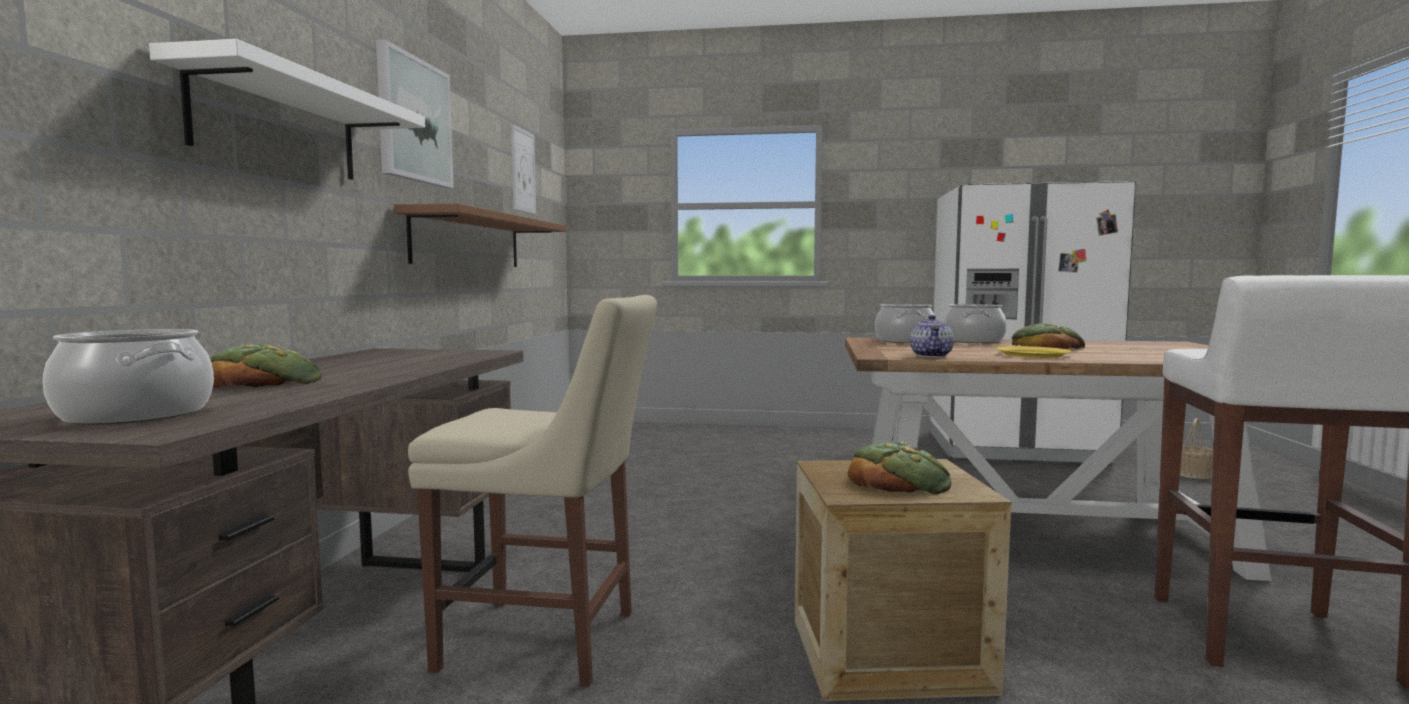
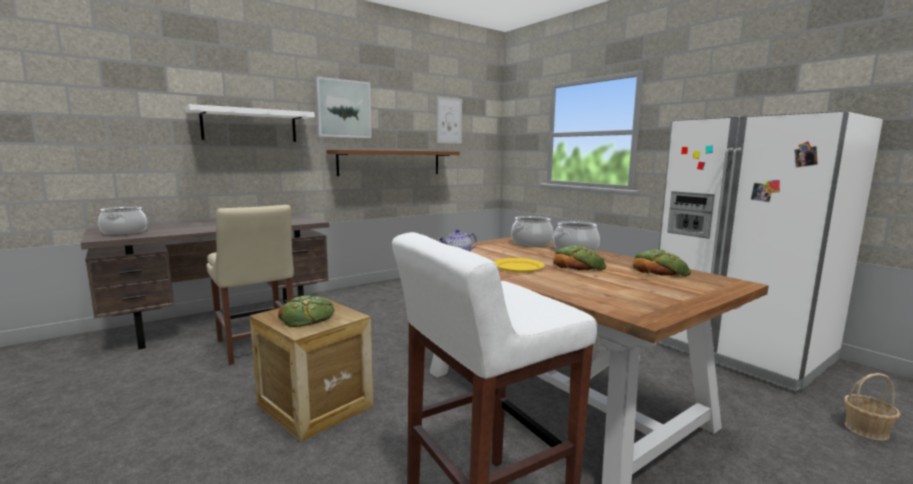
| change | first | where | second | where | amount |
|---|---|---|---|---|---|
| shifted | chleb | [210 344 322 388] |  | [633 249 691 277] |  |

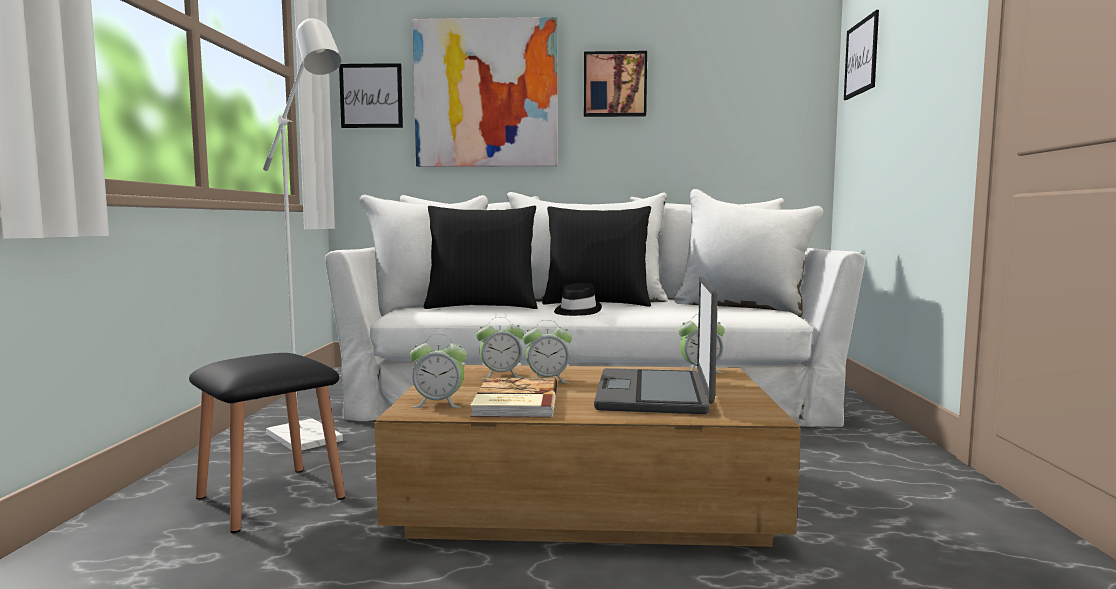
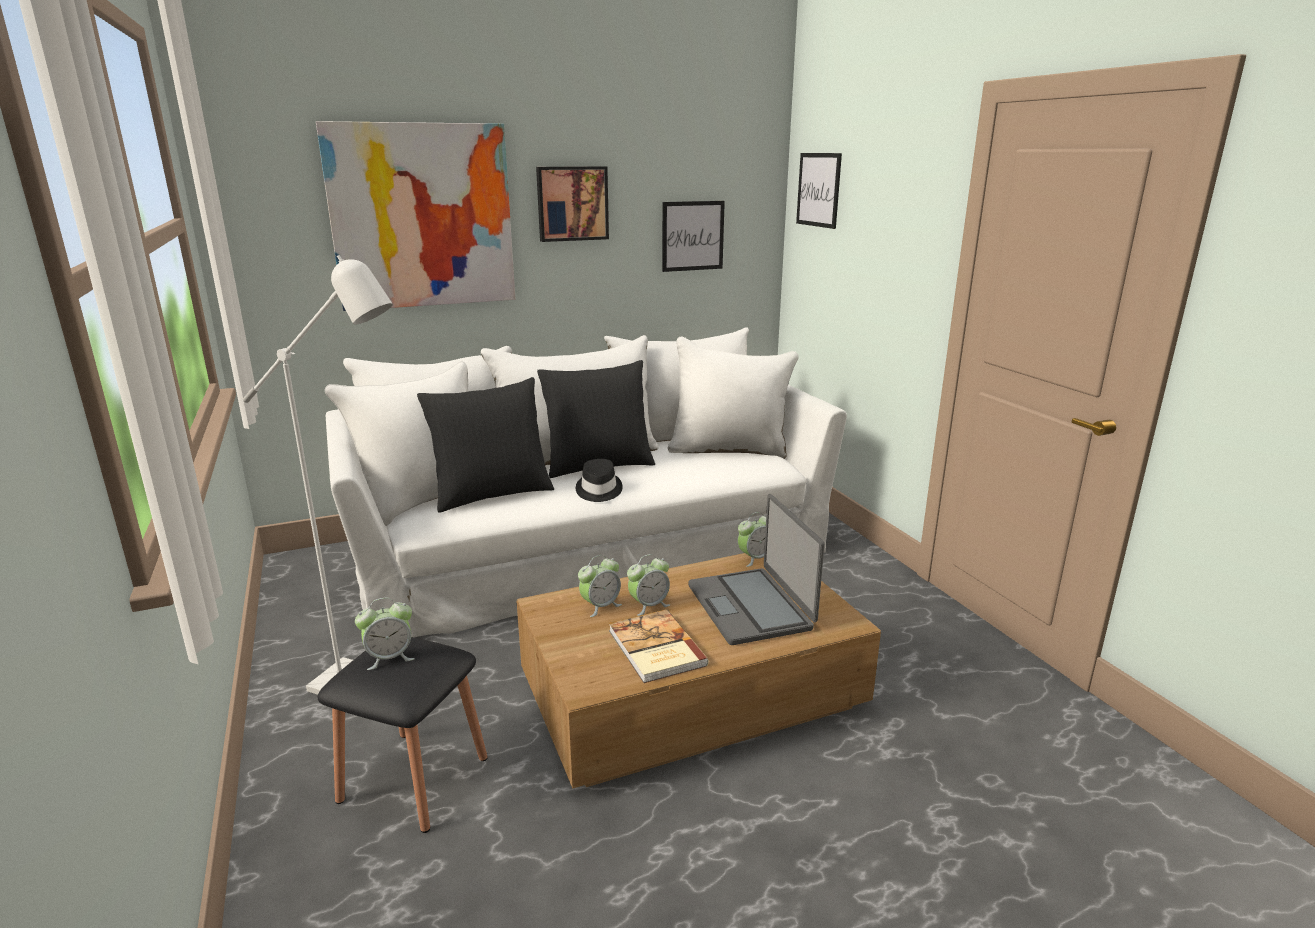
| change | first | where | second | where | amount |
|---|---|---|---|---|---|
| shifted | obraz | [339 63 403 128] |  | [662 201 725 272] |  |
| shifted | budzik | [410 334 467 408] |  | [355 598 415 670] |  |

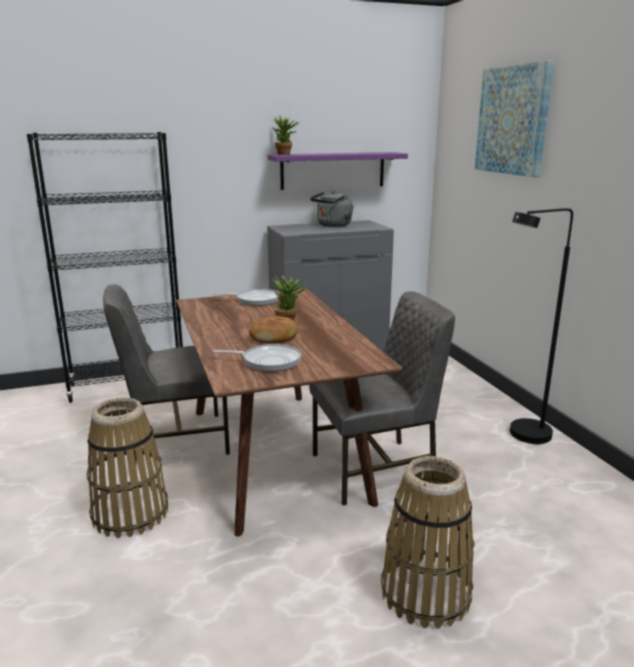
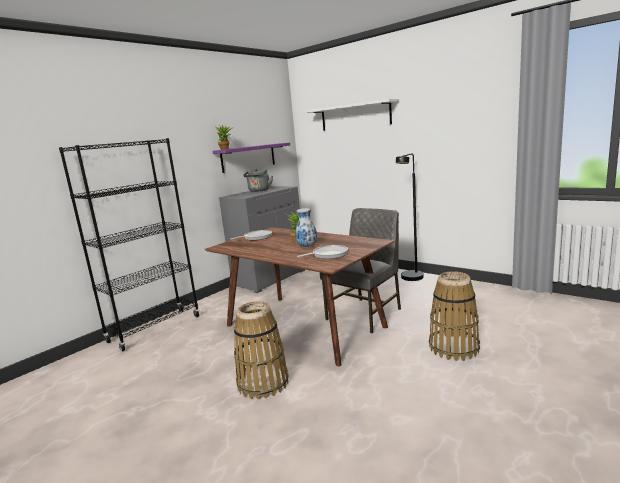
| change | first | where | second | where | amount |
|---|---|---|---|---|---|
| gone | krzesło [szary] | [103 284 230 462] |  |  |  |
| swapped | chleb | [249 316 298 343] | wazon | [295 208 317 248] |  |
| swapped | obraz | [475 60 554 177] | półka [biały] | [305 99 399 131] |  |

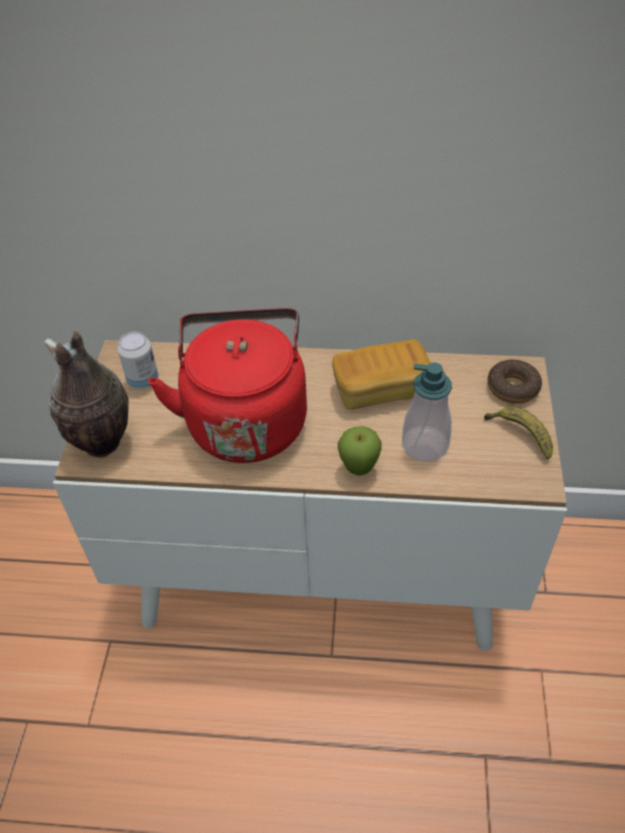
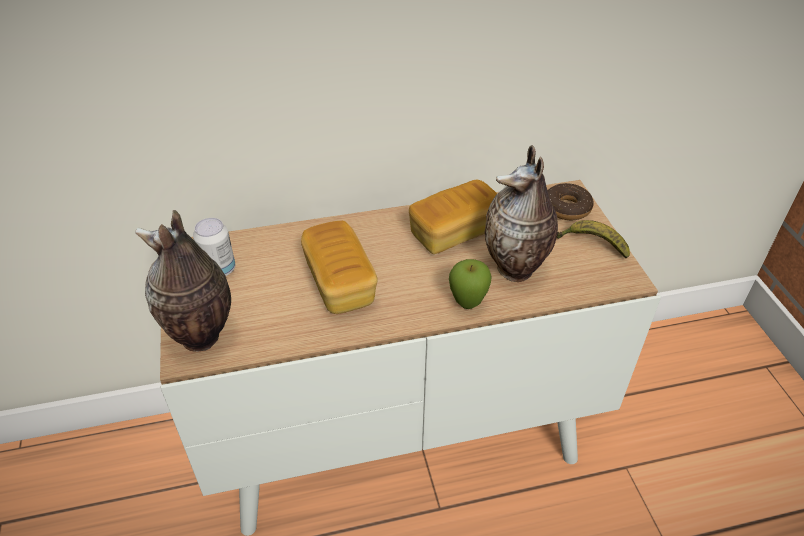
| change | first | where | second | where | amount |
|---|---|---|---|---|---|
| swapped | czajnik [czerwony] | [148 308 307 463] | chleb | [301 221 378 314] |  |
| swapped | dozownik mydła | [402 363 452 462] | wazon | [485 145 558 282] |  |

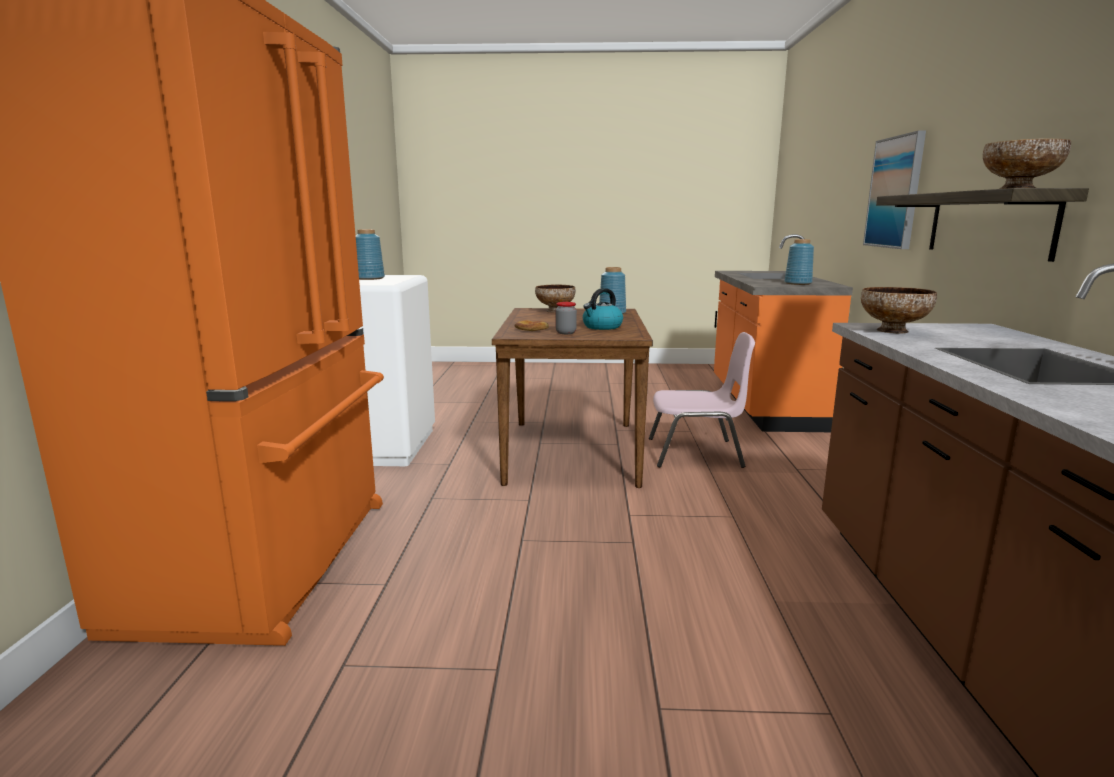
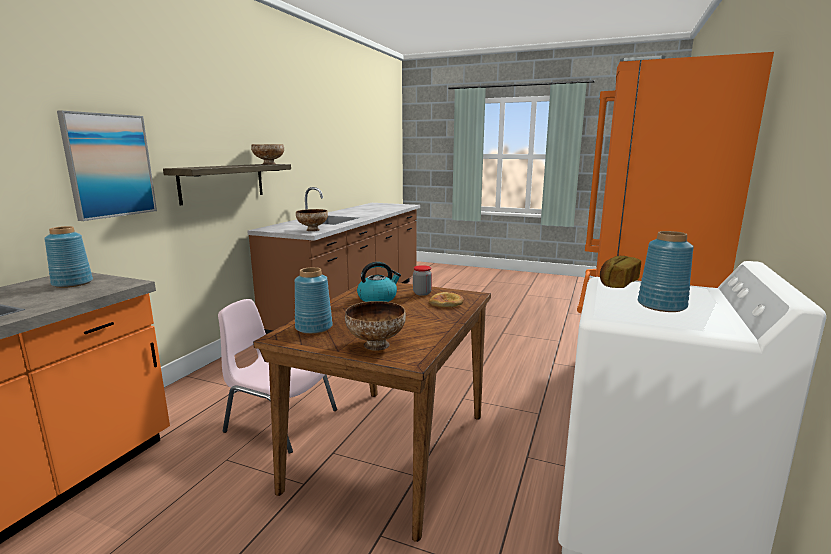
| change | first | where | second | where | amount |
|---|---|---|---|---|---|
| new |  |  | chleb | [600 256 641 288] |  |

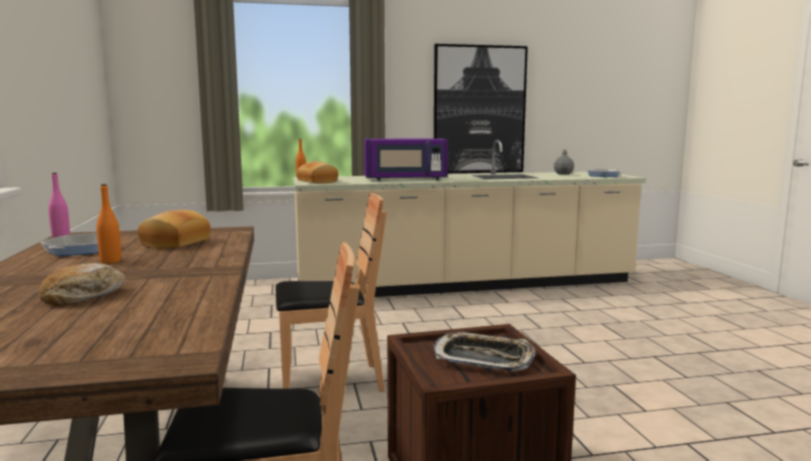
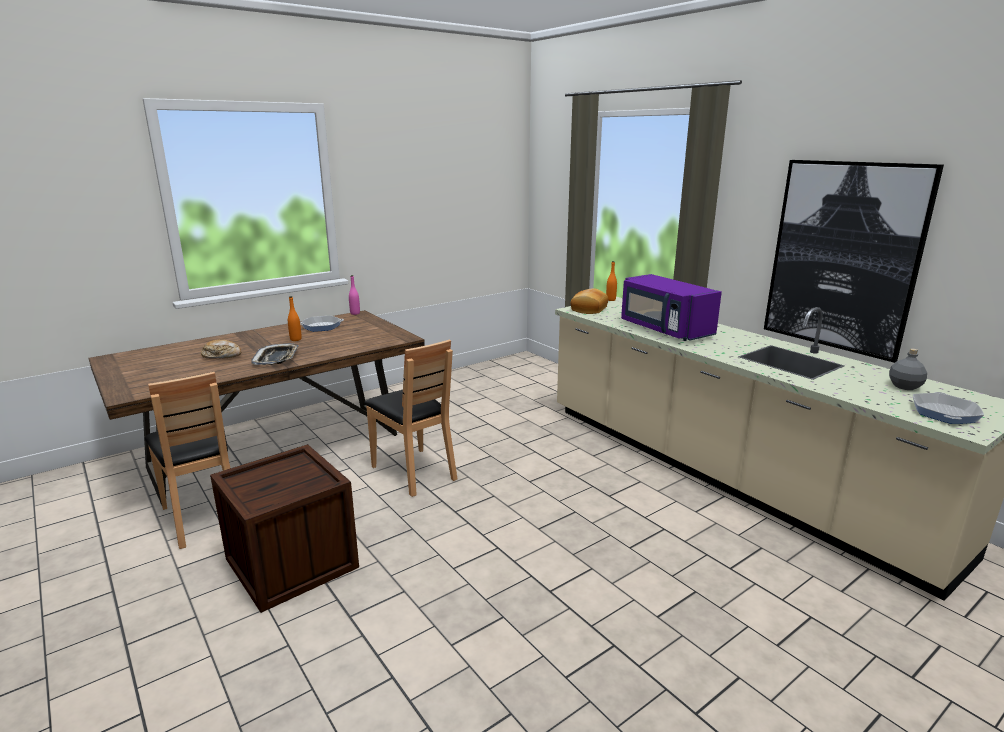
| change | first | where | second | where | amount |
|---|---|---|---|---|---|
| gone | chleb | [138 210 210 249] |  |  |  |
| shifted | taca | [433 332 535 371] |  | [251 343 299 365] |  |

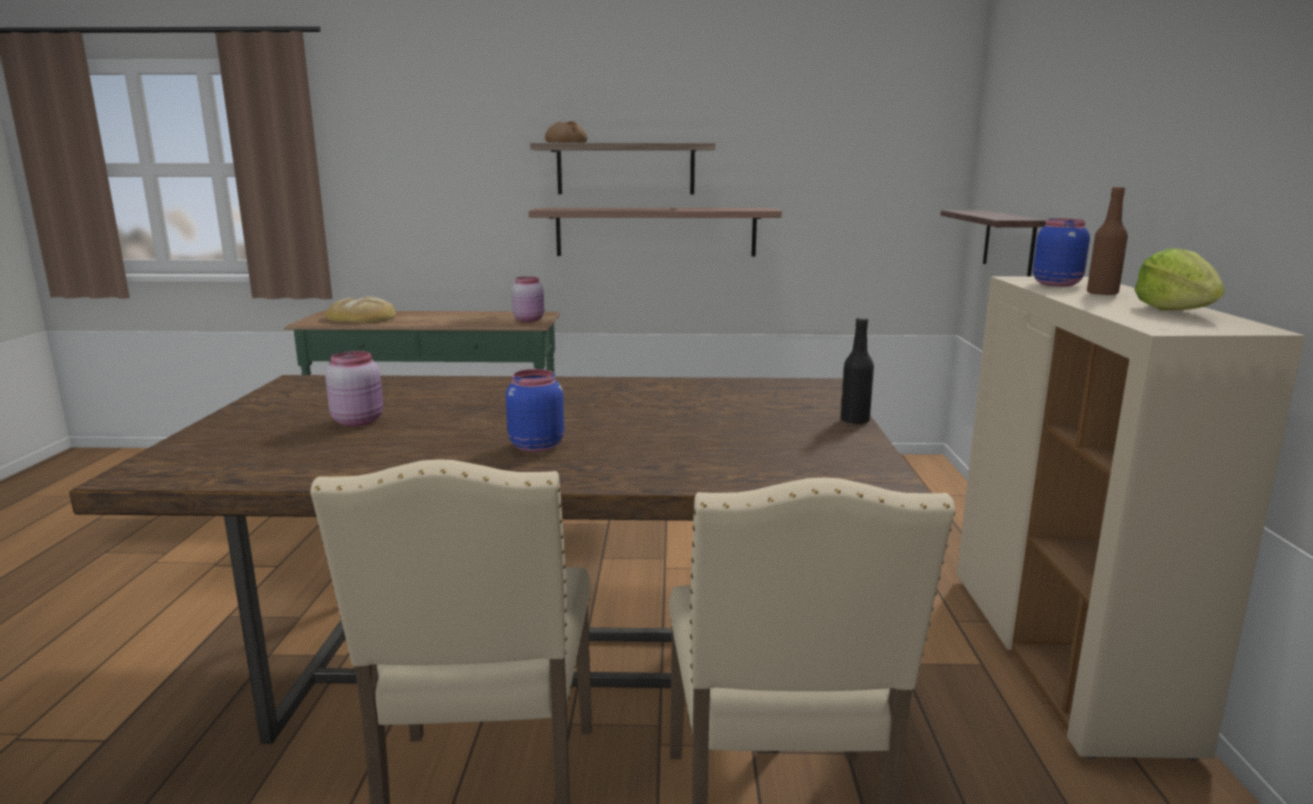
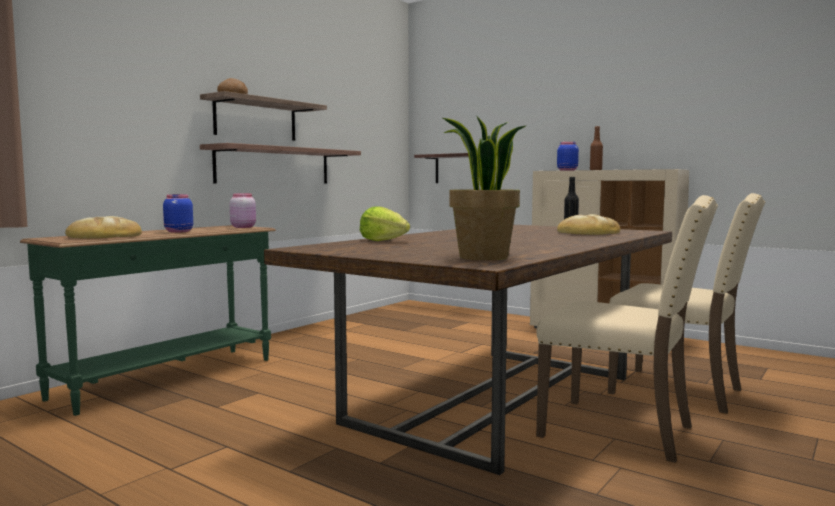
| change | first | where | second | where | amount |
|---|---|---|---|---|---|
| gone | słoik [różowy] | [325 351 383 427] |  |  |  |
| shifted | słoik [niebieski] | [506 369 564 452] |  | [163 194 193 233] |  |
| shifted | sałata | [1134 248 1225 310] |  | [360 207 410 241] |  |
| new |  |  | roślina doniczkowa | [443 115 526 260] |  |
| new |  |  | chleb | [557 214 620 235] |  |

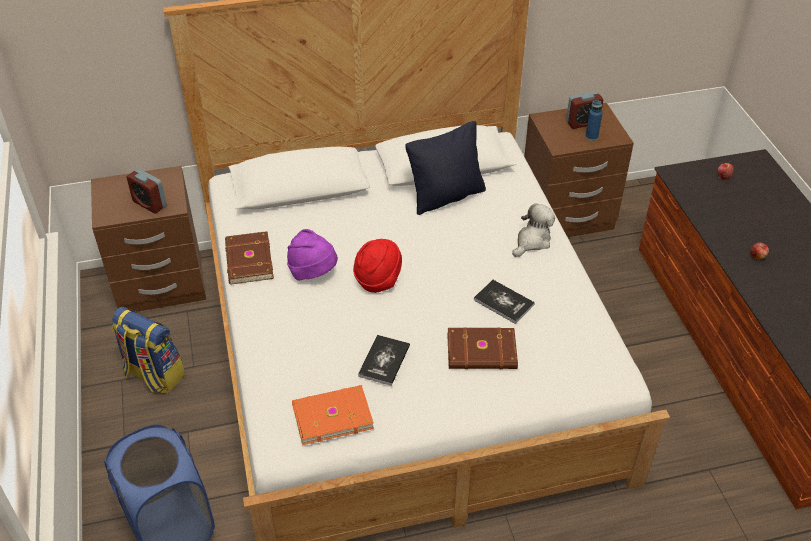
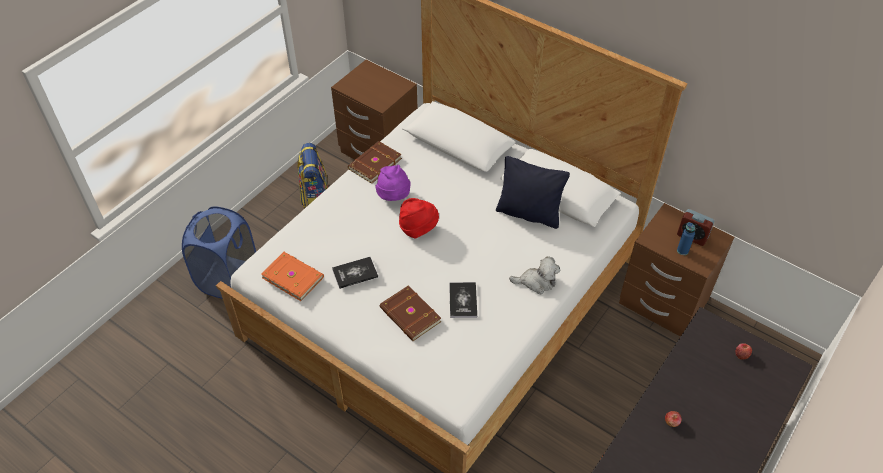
| change | first | where | second | where | amount |
|---|---|---|---|---|---|
| gone | budzik | [126 169 167 214] |  |  |  |

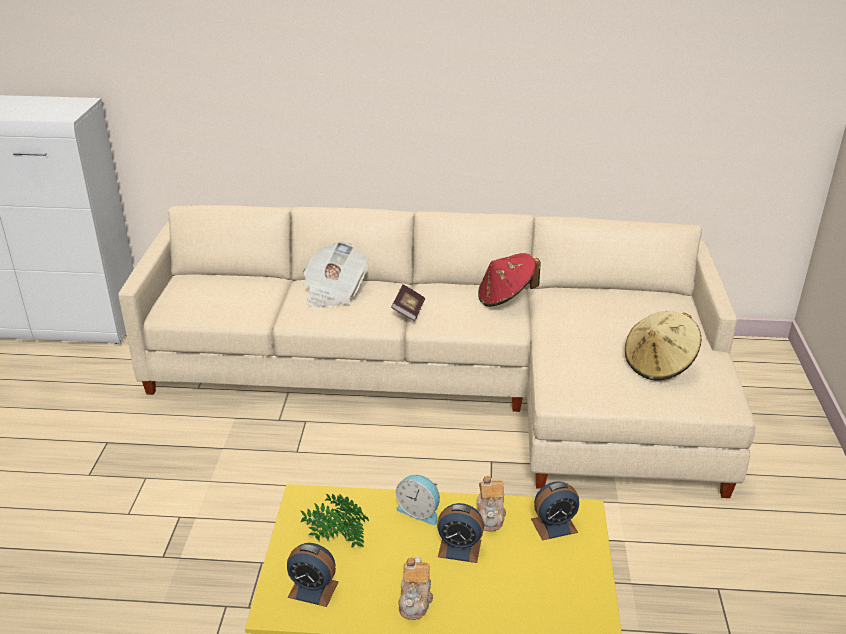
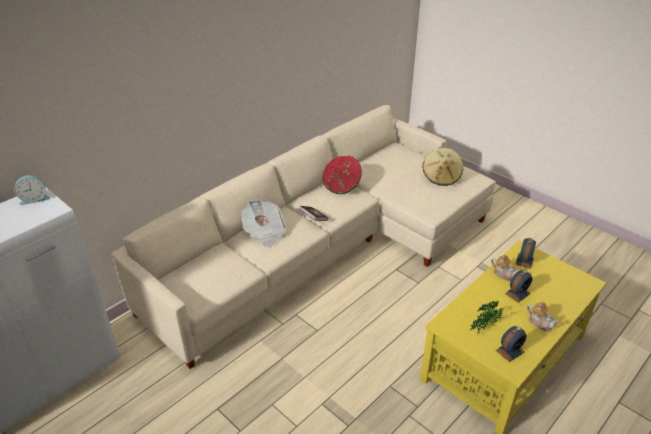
| change | first | where | second | where | amount |
|---|---|---|---|---|---|
| shifted | budzik | [396 475 440 525] |  | [14 175 50 205] |  |

